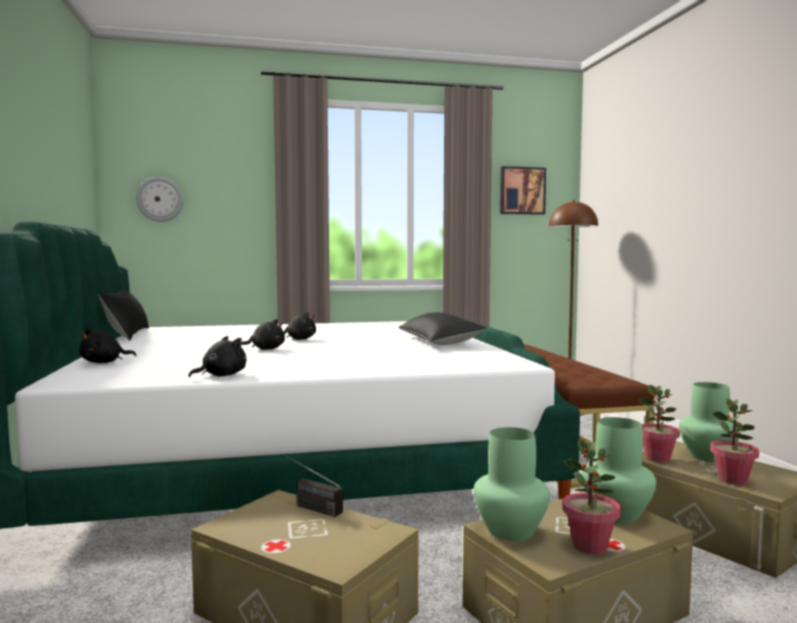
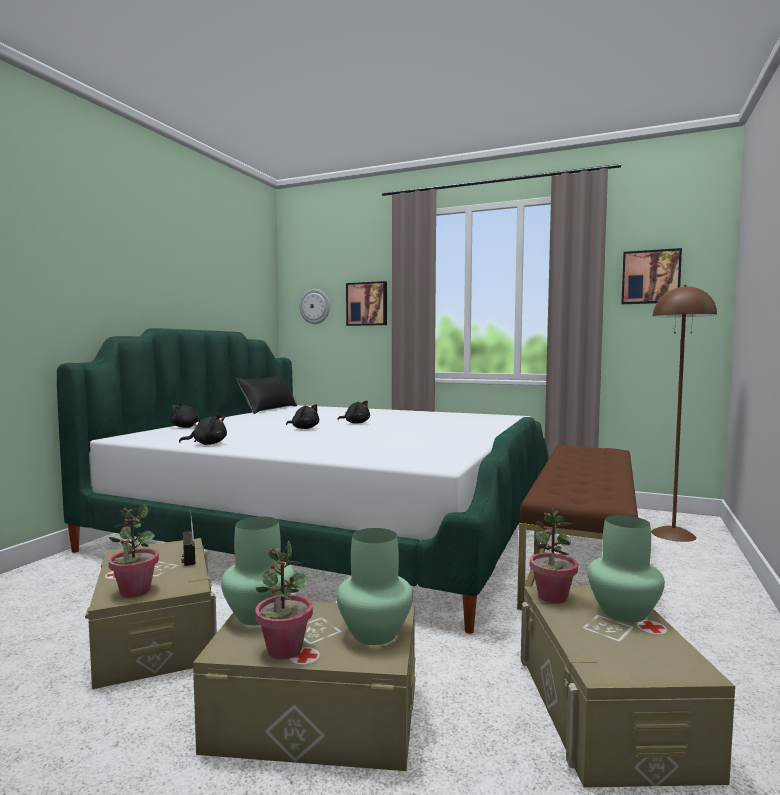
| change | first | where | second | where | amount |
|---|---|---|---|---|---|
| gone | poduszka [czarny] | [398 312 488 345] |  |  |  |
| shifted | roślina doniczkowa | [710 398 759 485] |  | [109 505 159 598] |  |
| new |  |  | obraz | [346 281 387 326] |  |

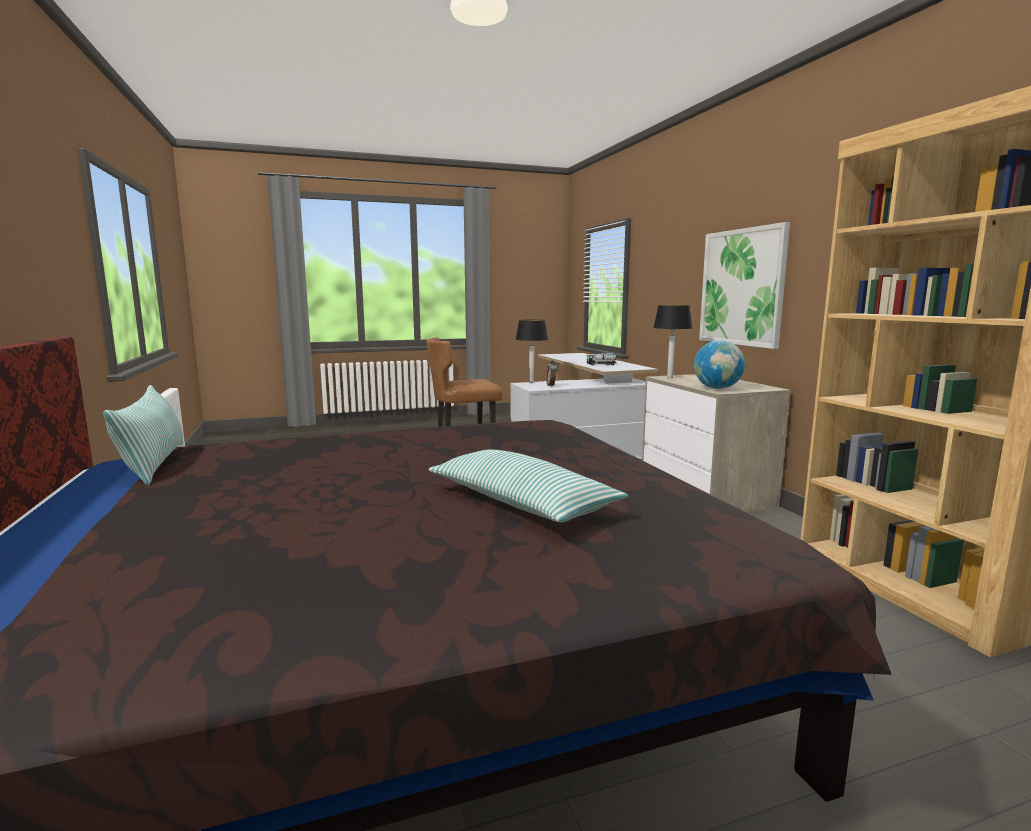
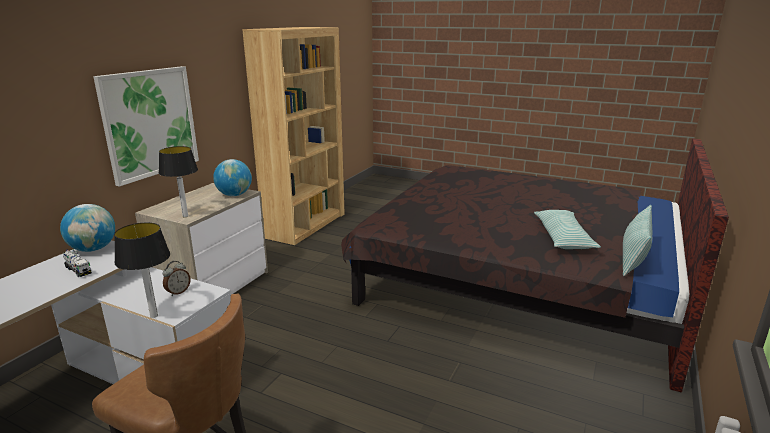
| change | first | where | second | where | amount |
|---|---|---|---|---|---|
| shifted | poduszka | [428 449 628 522] |  | [534 210 601 249] |  |
| new |  |  | globus | [60 204 115 252] |  |

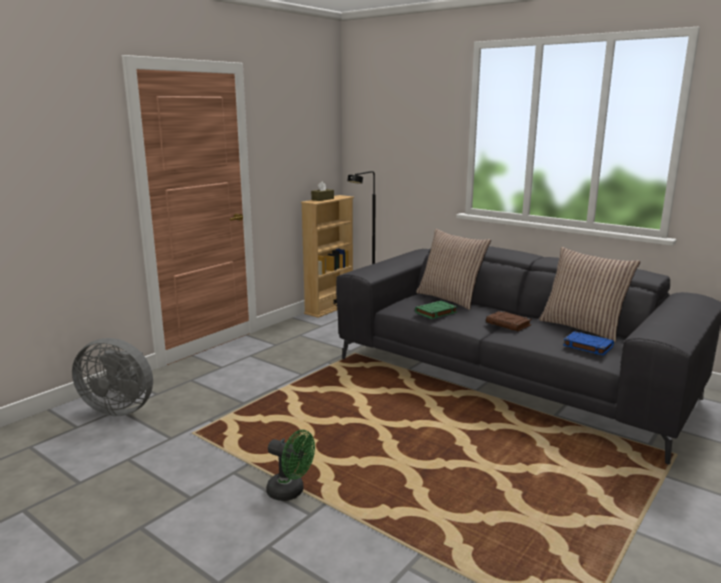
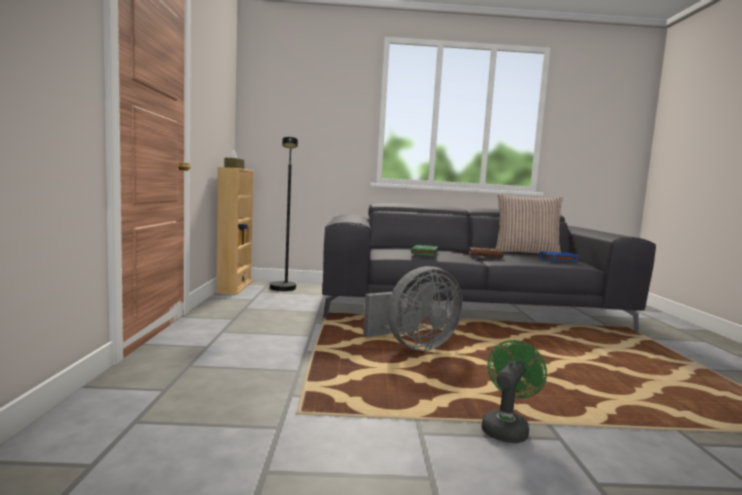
| change | first | where | second | where | amount |
|---|---|---|---|---|---|
| shifted | wentylator [szary] | [72 338 153 416] |  | [363 266 463 351] |  |
| rotated | wentylator [zielony] | [266 430 315 501] |  | [482 340 547 443] | 45 degrees counterclockwise |
| gone | poduszka | [416 229 491 310] |  |  |  |

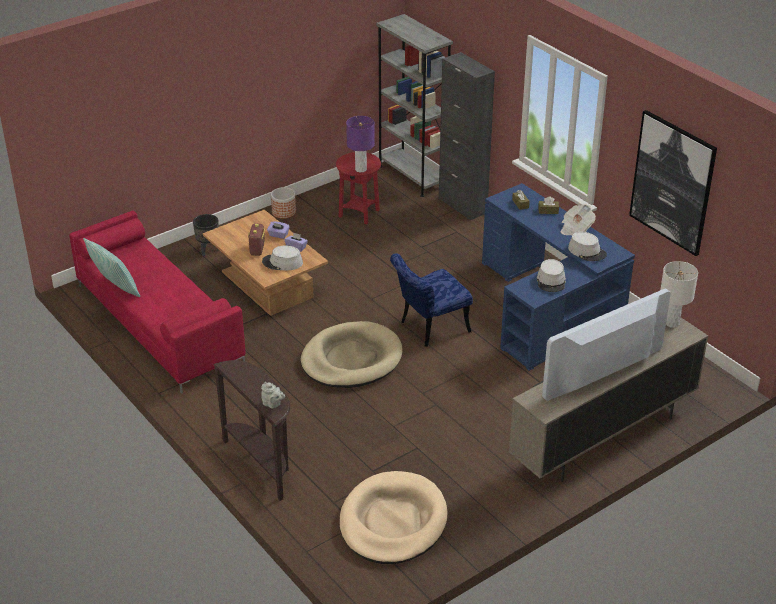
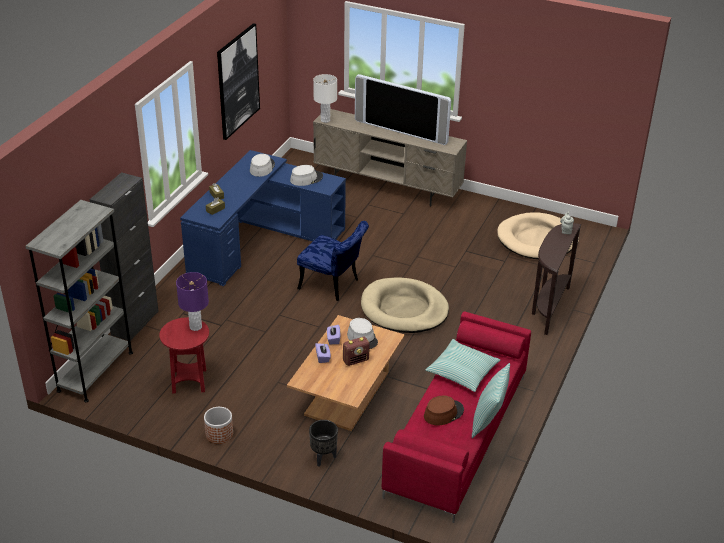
| change | first | where | second | where | amount |
|---|---|---|---|---|---|
| gone | gazeta | [561 204 596 235] |  |  |  |
| new |  |  | kapelusz [brązowy] | [424 396 464 425] |  |
| new |  |  | poduszka | [425 339 500 392] |  |

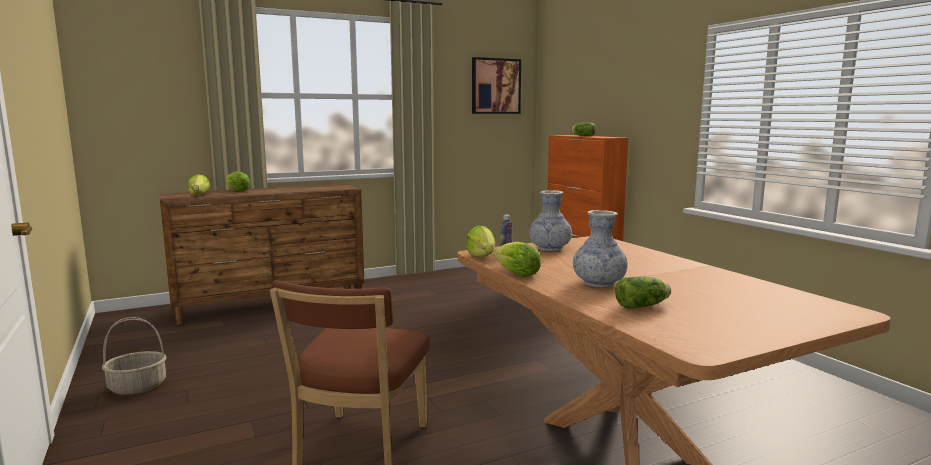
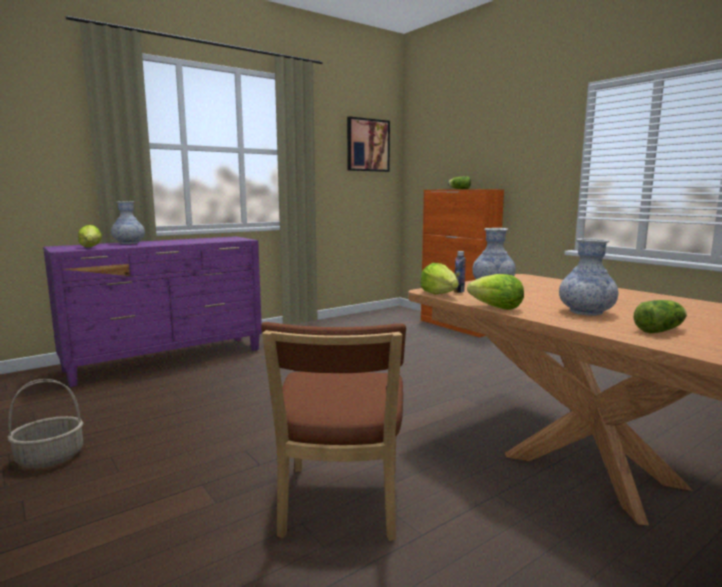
| change | first | where | second | where | amount |
|---|---|---|---|---|---|
| repainted | komoda [brązowy] | [160 184 364 325] | komoda [fioletowy] | [43 236 262 387] |  |
| swapped | sałata | [225 172 250 192] | wazon | [111 201 145 244] |  |

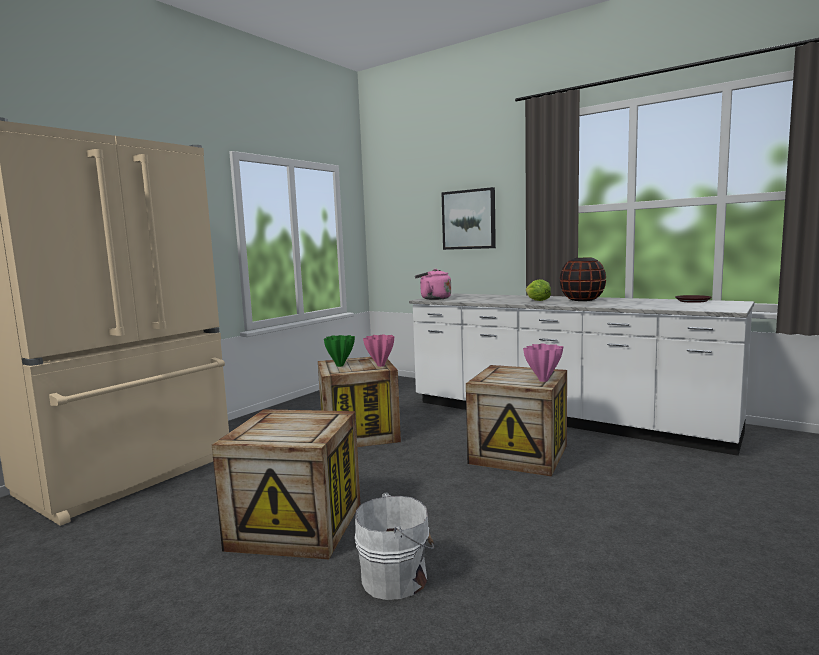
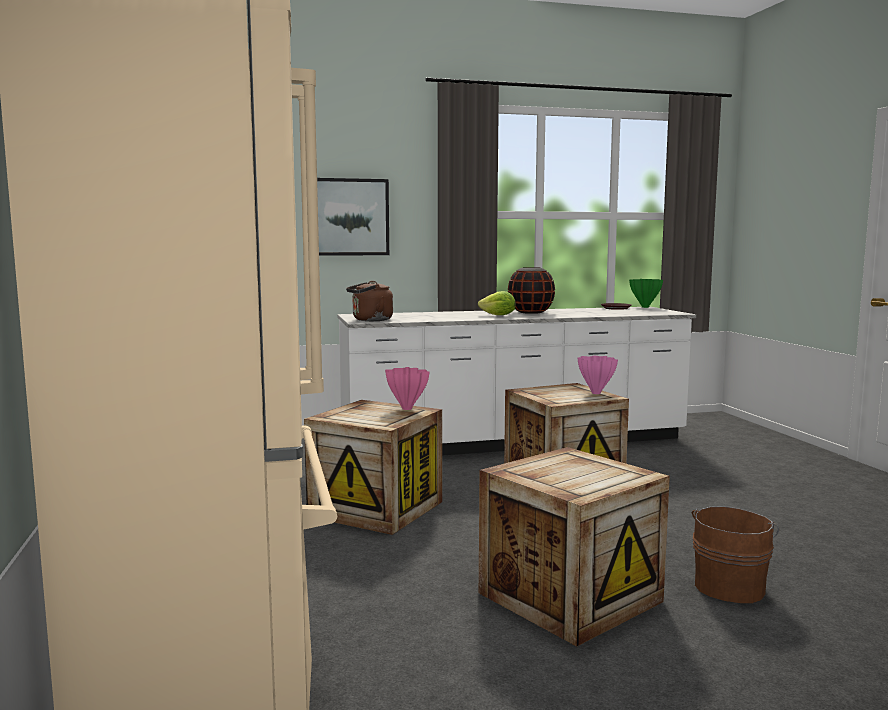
| change | first | where | second | where | amount |
|---|---|---|---|---|---|
| shifted | wazon [zielony] | [324 335 355 367] |  | [629 279 663 308] |  |
| repainted | wiadro [biały] | [355 492 434 600] | wiadro [brązowy] | [692 506 779 603] |  |
| repainted | czajnik [różowy] | [415 269 451 300] | czajnik [brązowy] | [346 281 393 321] |  |

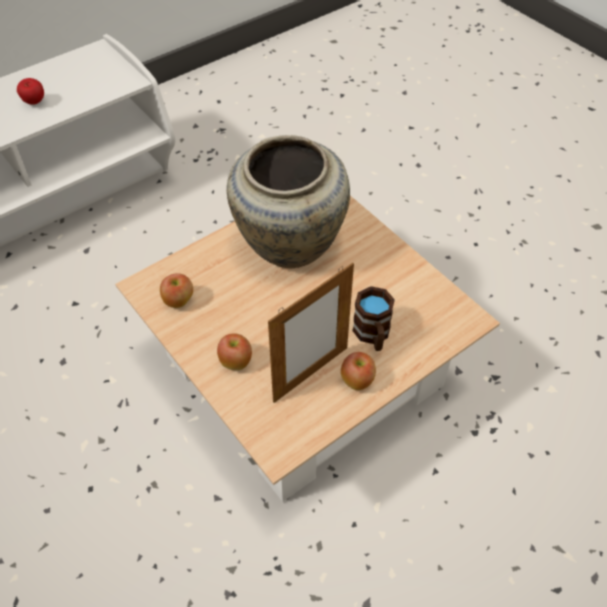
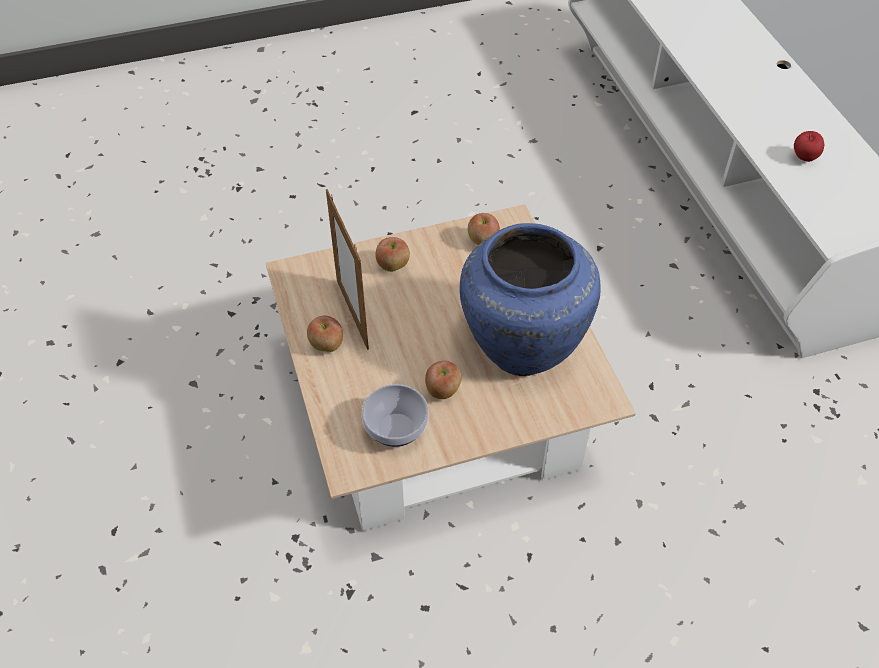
| change | first | where | second | where | amount |
|---|---|---|---|---|---|
| repainted | wazon [beżowy] | [227 135 350 269] | wazon [niebieski] | [460 223 601 376] |  |
| gone | kubek [brązowy] | [352 286 395 351] |  |  |  |
| new |  |  | miska | [362 384 429 447] |  |
| new |  |  | jabłko | [425 361 462 399] |  |

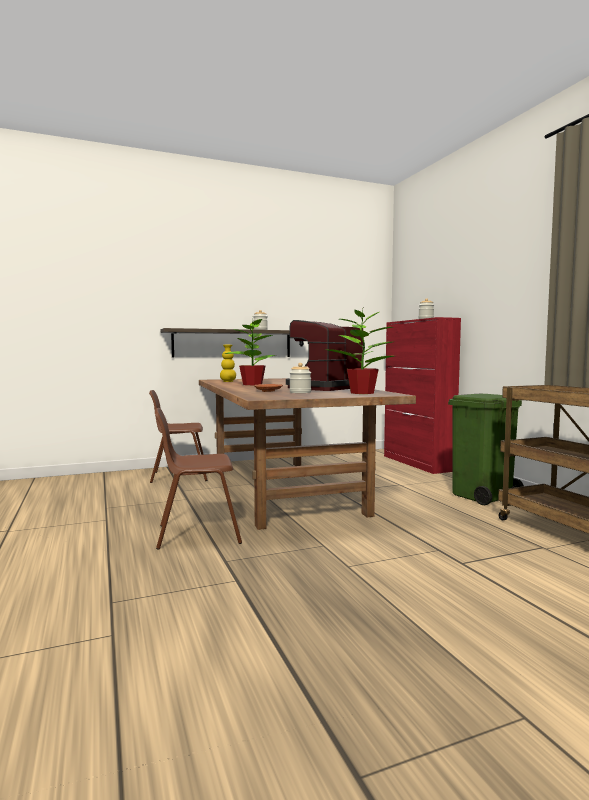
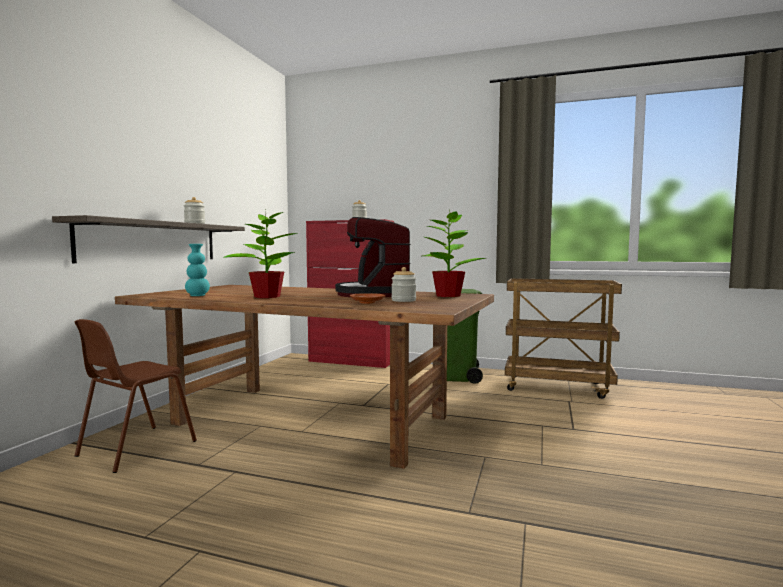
| change | first | where | second | where | amount |
|---|---|---|---|---|---|
| gone | krzesło [brązowy] | [155 408 242 550] |  |  |  |
| repainted | wazon [żółty] | [220 345 236 382] | wazon [turkusowy] | [185 244 210 296] |  |

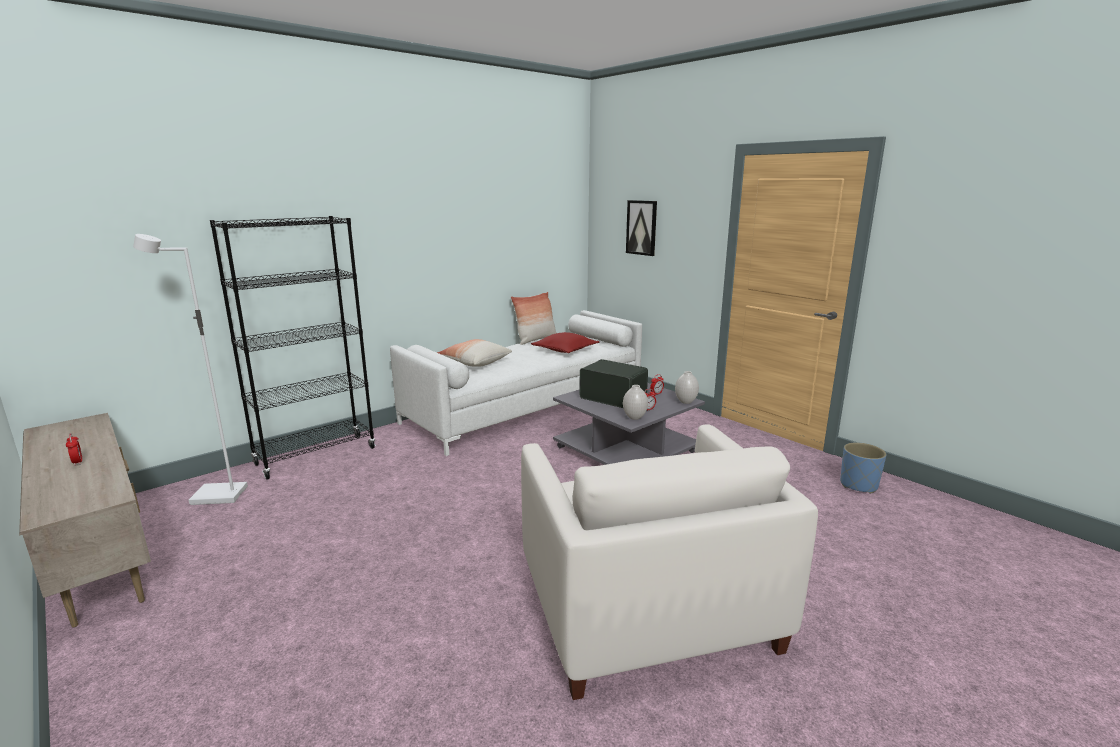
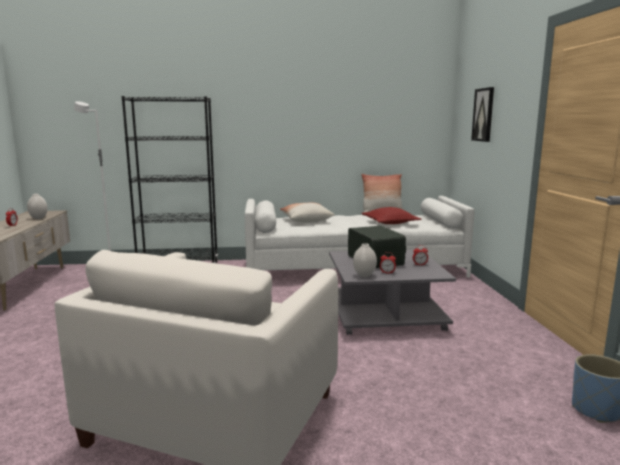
| change | first | where | second | where | amount |
|---|---|---|---|---|---|
| shifted | wazon [biały] | [675 371 699 404] |  | [27 194 48 219] |  |

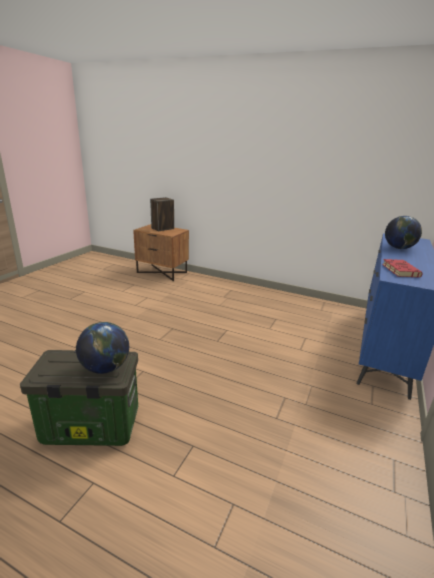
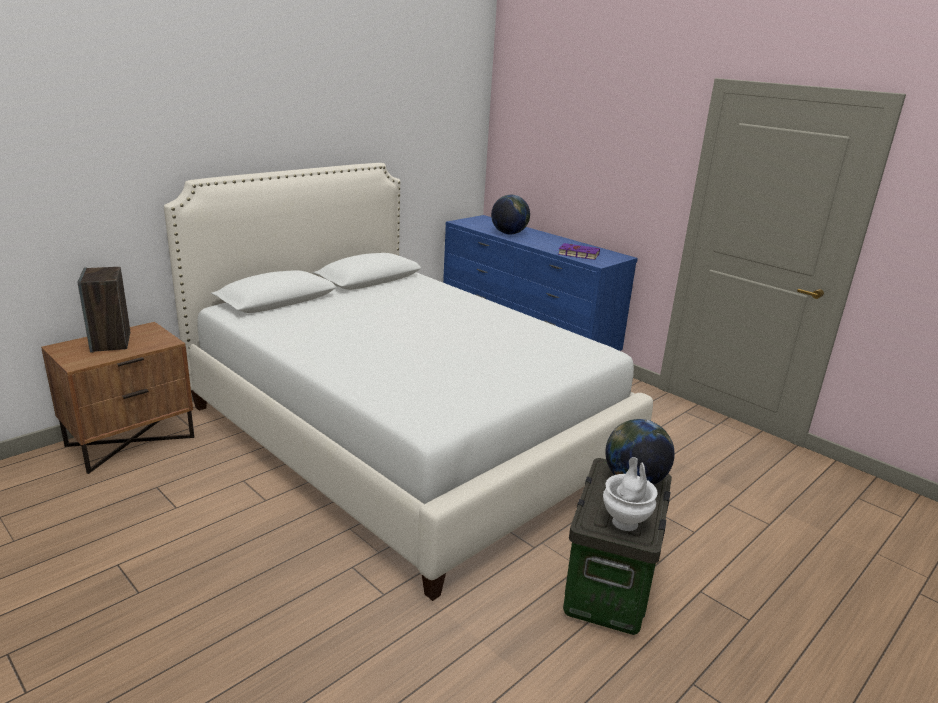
| change | first | where | second | where | amount |
|---|---|---|---|---|---|
| repainted | książka [czerwony] | [382 259 423 278] | książka [fioletowy] | [555 243 600 260] |  |
| new |  |  | łóżko [biały] | [164 163 653 601] |  |
| new |  |  | wazon [biały] | [603 457 658 531] |  |

